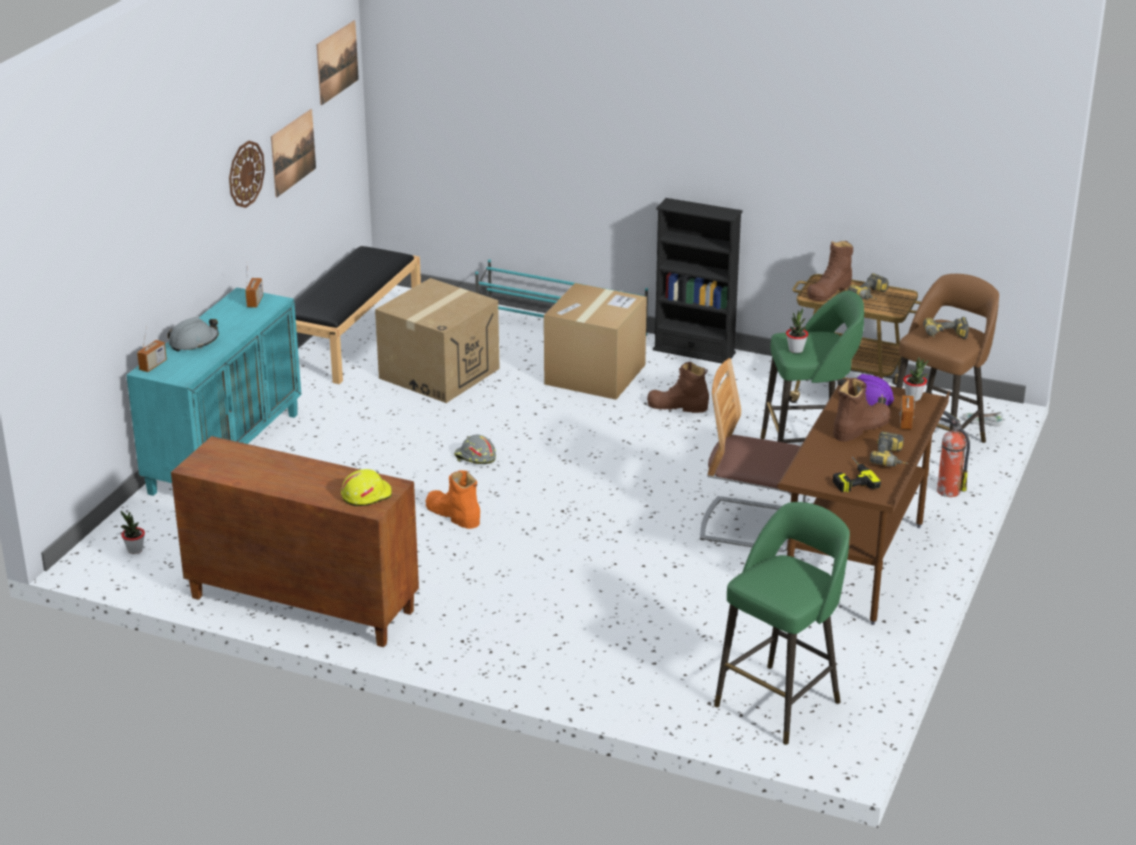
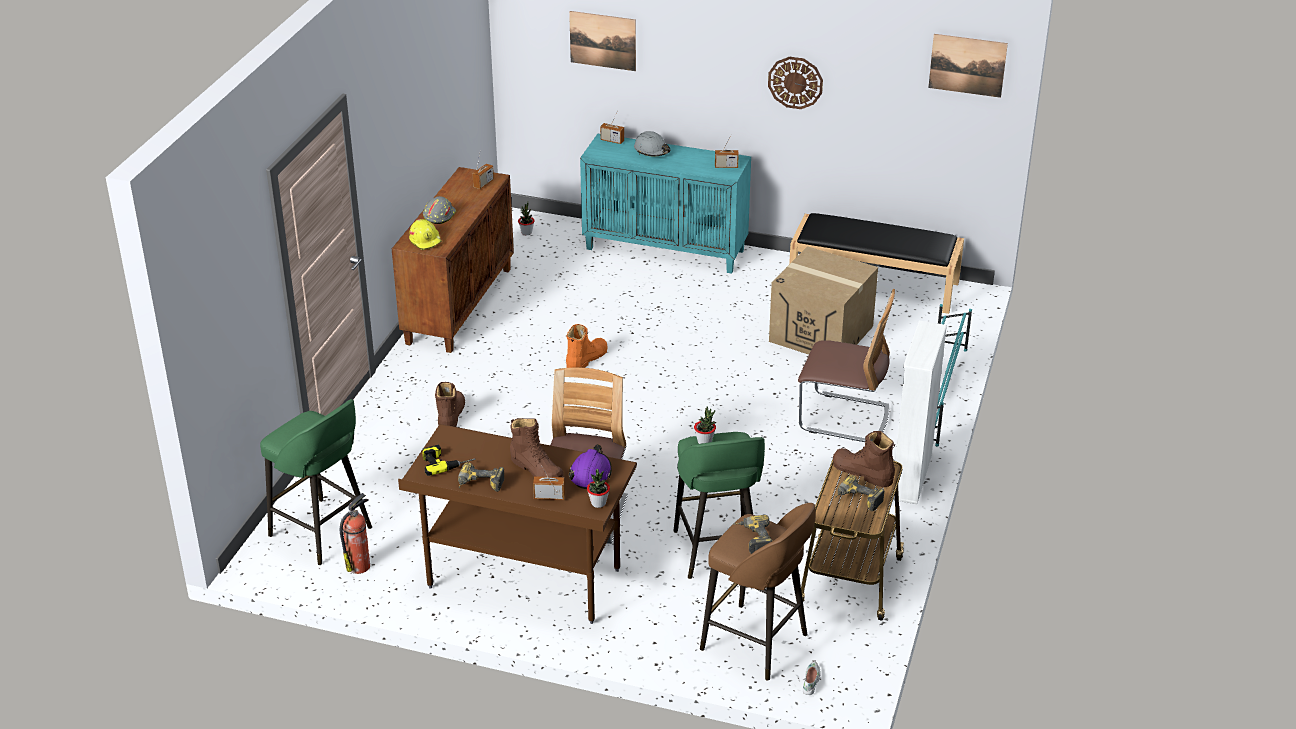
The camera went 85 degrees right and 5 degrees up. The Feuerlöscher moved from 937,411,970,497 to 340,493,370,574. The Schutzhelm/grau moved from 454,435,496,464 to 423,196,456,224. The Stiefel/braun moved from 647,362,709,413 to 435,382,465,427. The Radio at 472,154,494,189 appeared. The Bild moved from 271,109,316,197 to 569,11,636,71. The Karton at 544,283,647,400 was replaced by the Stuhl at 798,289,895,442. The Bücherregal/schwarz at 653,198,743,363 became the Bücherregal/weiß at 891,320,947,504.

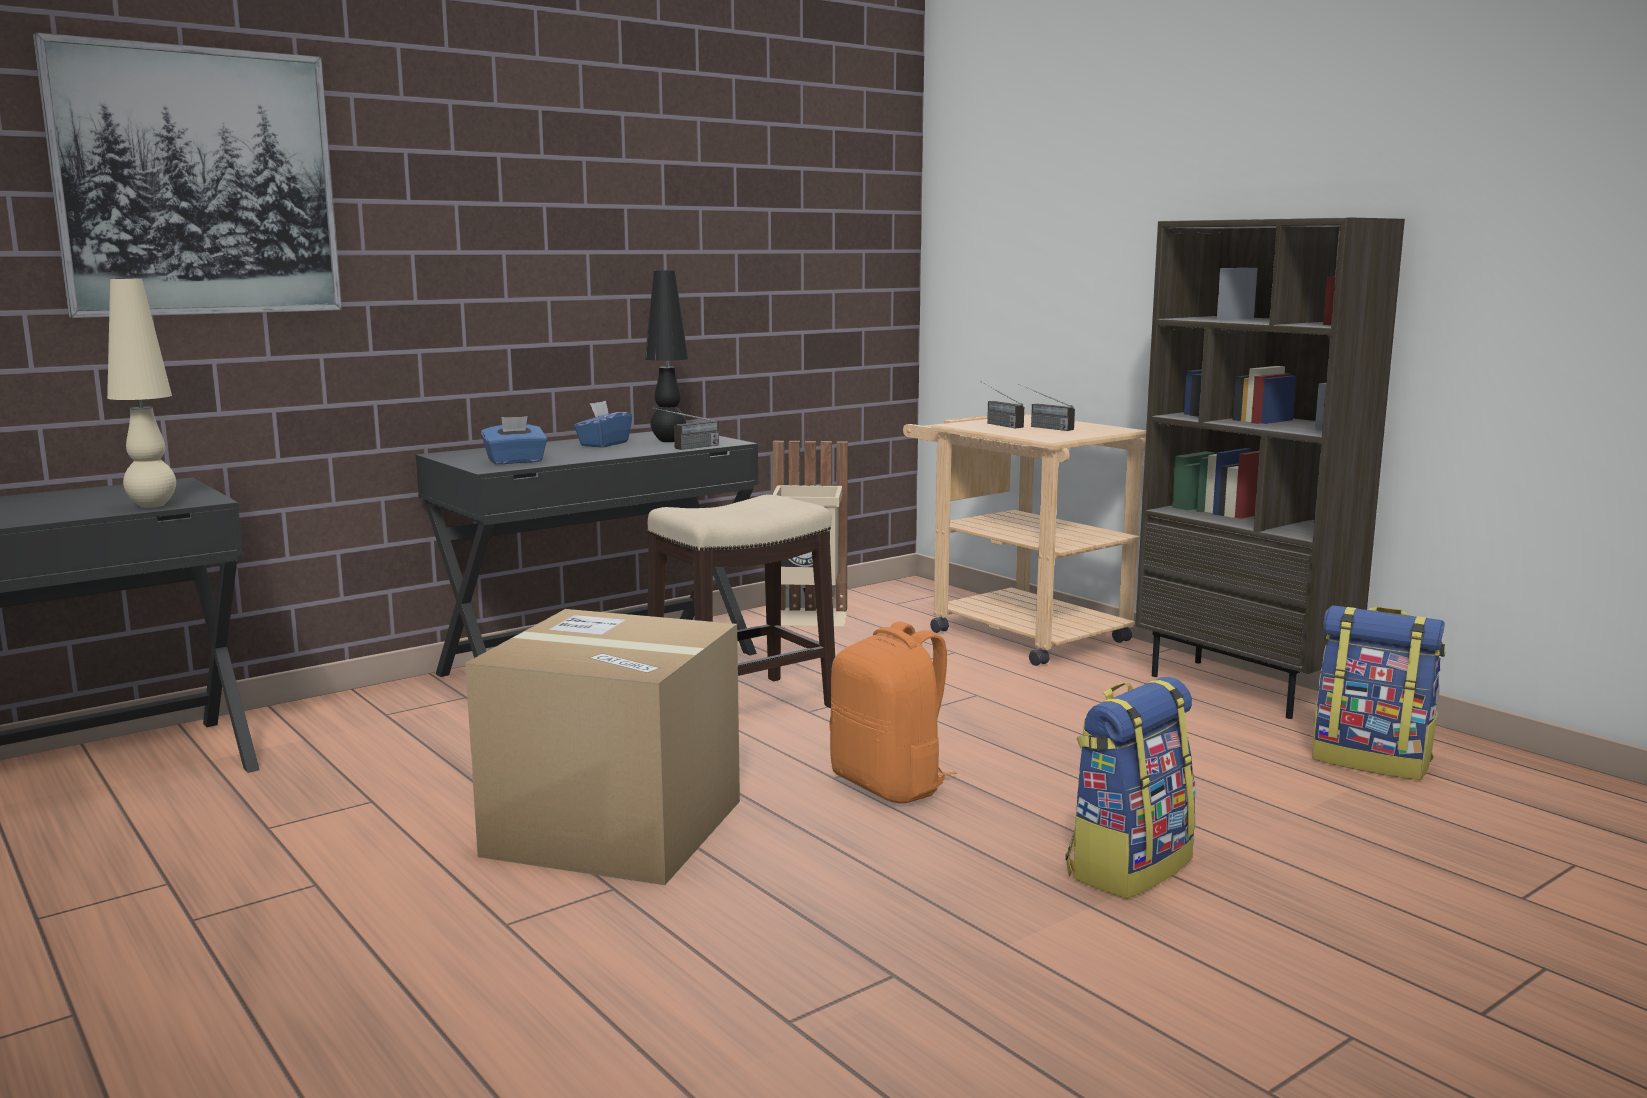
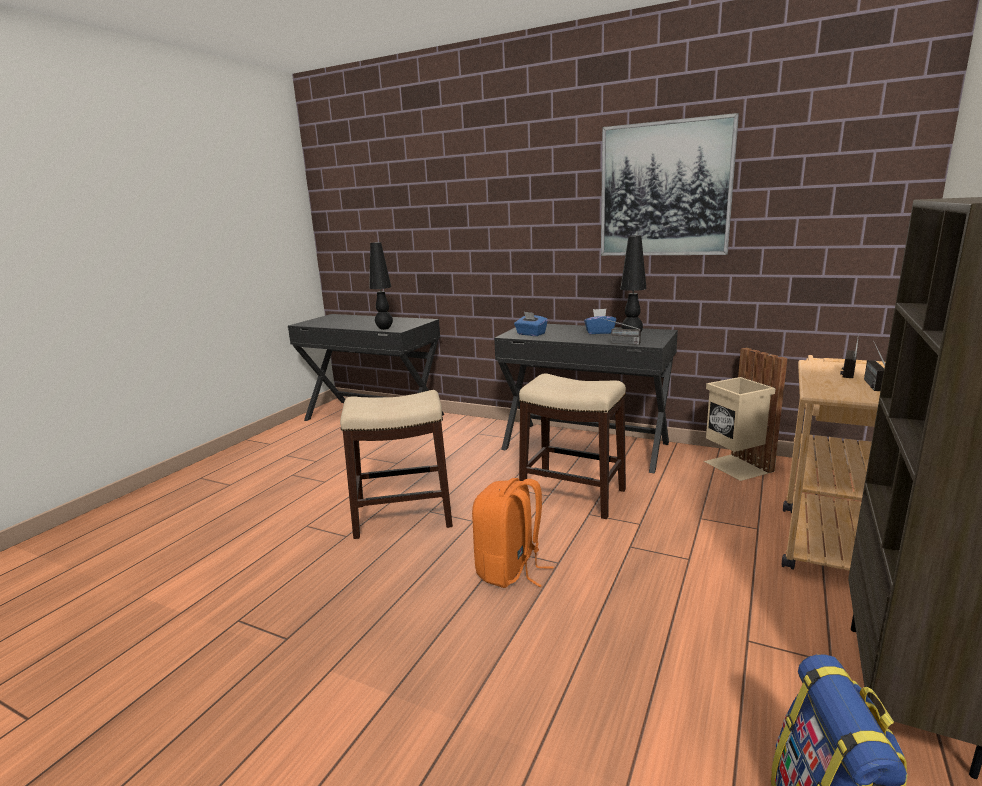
The camera went 65 degrees right and 5 degrees up. The Karton at 465,609,740,885 was replaced by the Hocker at 340,390,453,539. The Tischlampe/beige at 107,278,176,508 became the Tischlampe/schwarz at 369,242,393,330. The Bild moved from 33,32,342,318 to 601,113,739,256. The Rucksack at 1065,677,1196,899 disappeared.

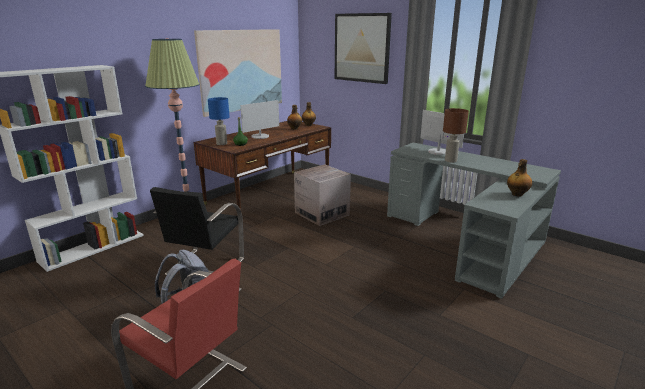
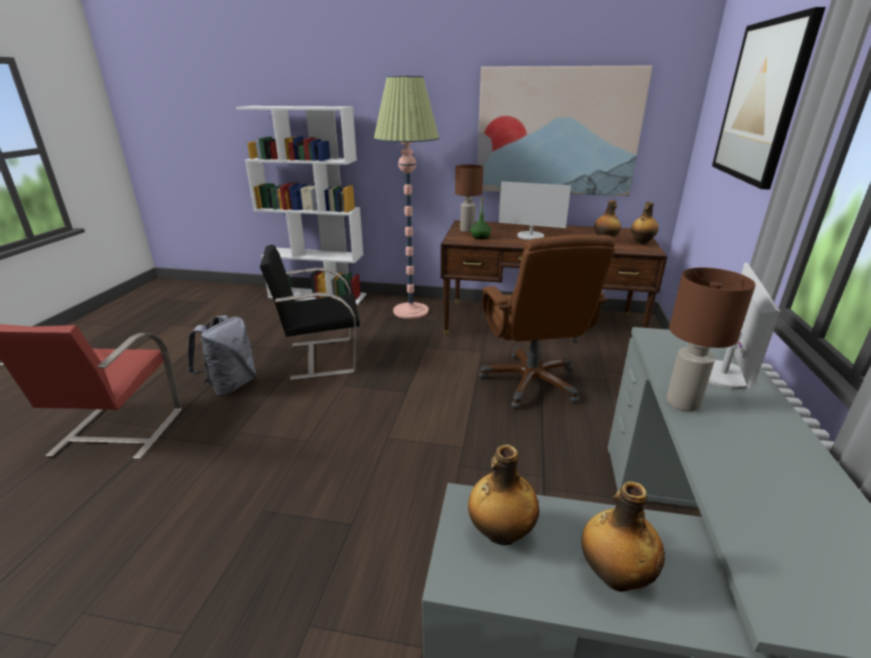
The camera went 60 degrees right and 5 degrees up. The Tischlampe/blau at 208,97,230,145 became the Tischlampe/braun at 455,164,483,232. The Flasche at 468,445,540,545 appeared. The Karton at 294,164,351,226 was replaced by the Bürostuhl/braun at 479,235,615,410.

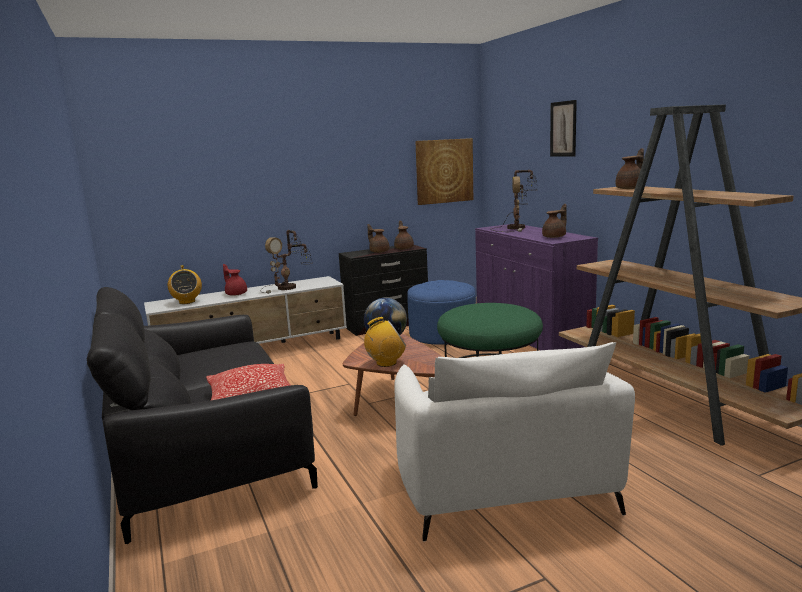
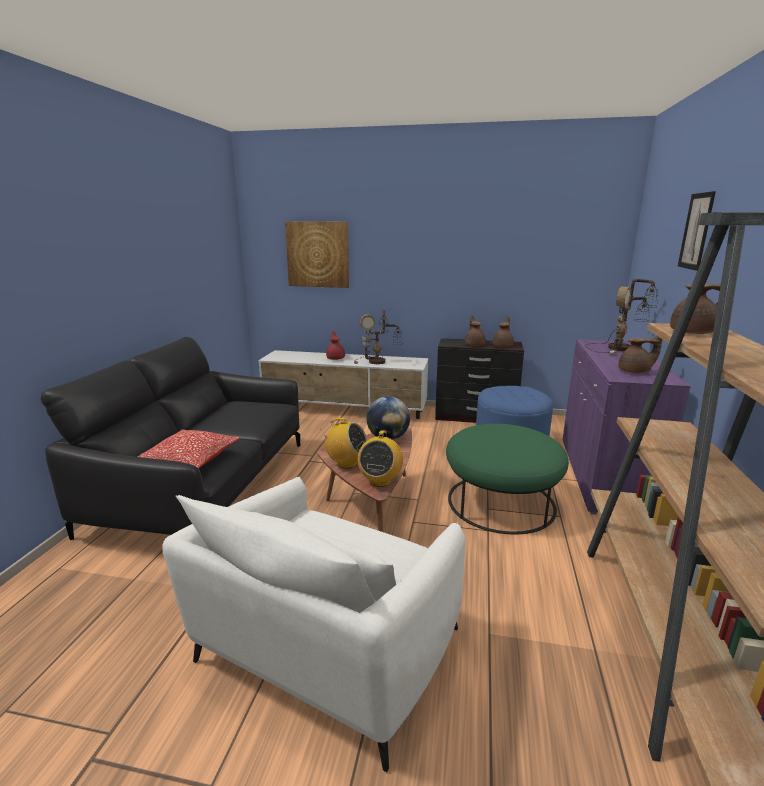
The camera went 35 degrees right and 5 degrees up. The Bild moved from 415,138,473,205 to 285,221,349,288. The Radio moved from 168,265,202,304 to 357,430,403,487.

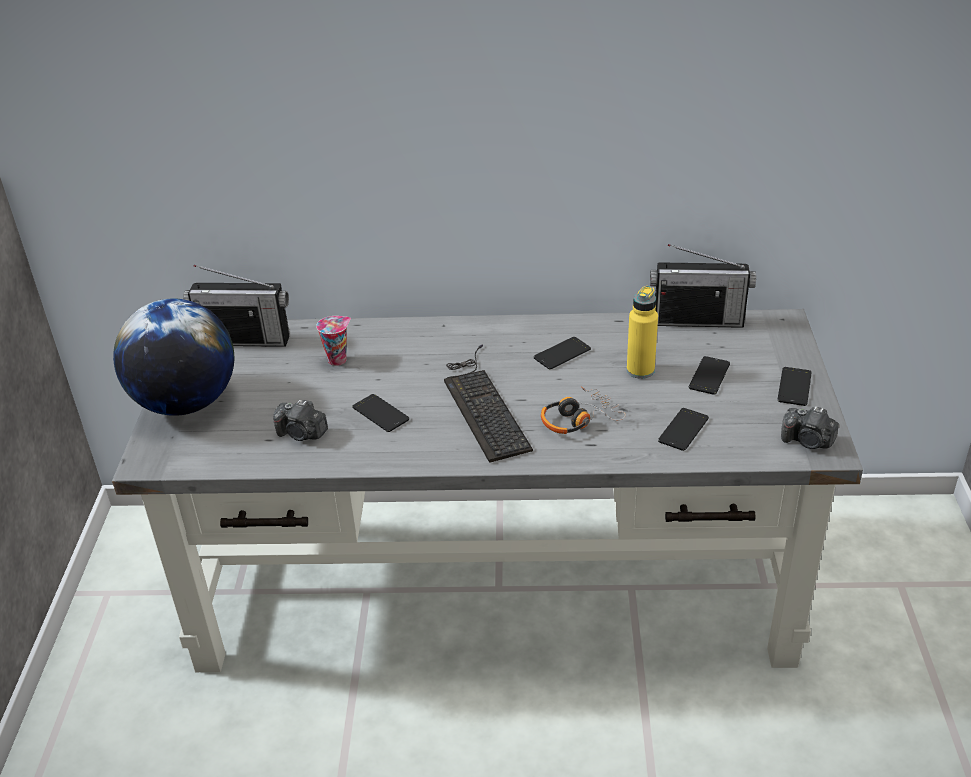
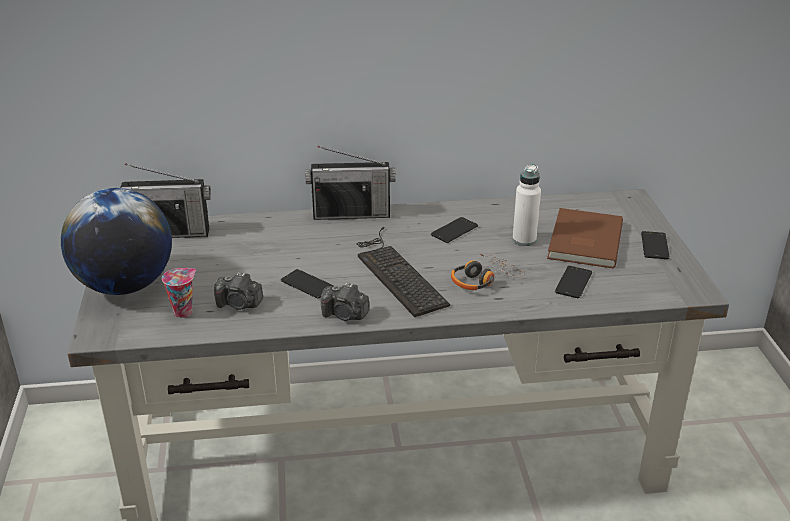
The camera went 10 degrees left and 5 degrees down. The Tasse moved from 316,316,351,366 to 162,268,196,318. The Radio moved from 650,244,756,328 to 305,146,396,220. The Kamera moved from 781,406,839,449 to 321,283,370,321. The Flasche/gelb at 627,286,658,379 became the Flasche/weiß at 512,164,541,246. The Handy at 689,356,730,395 was replaced by the Buch/braun at 547,208,623,269.

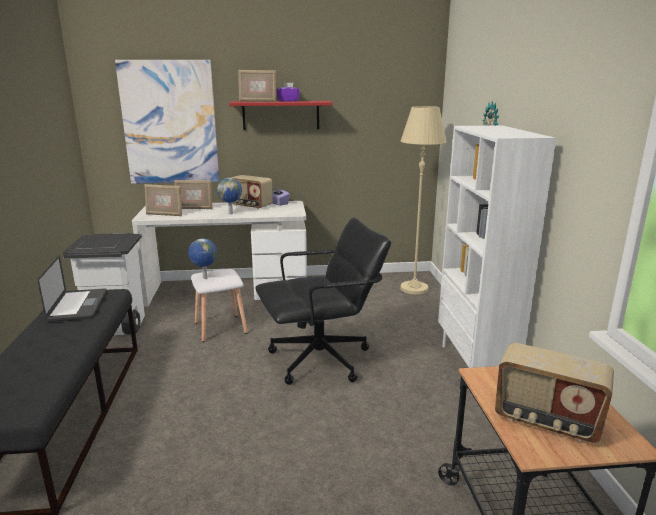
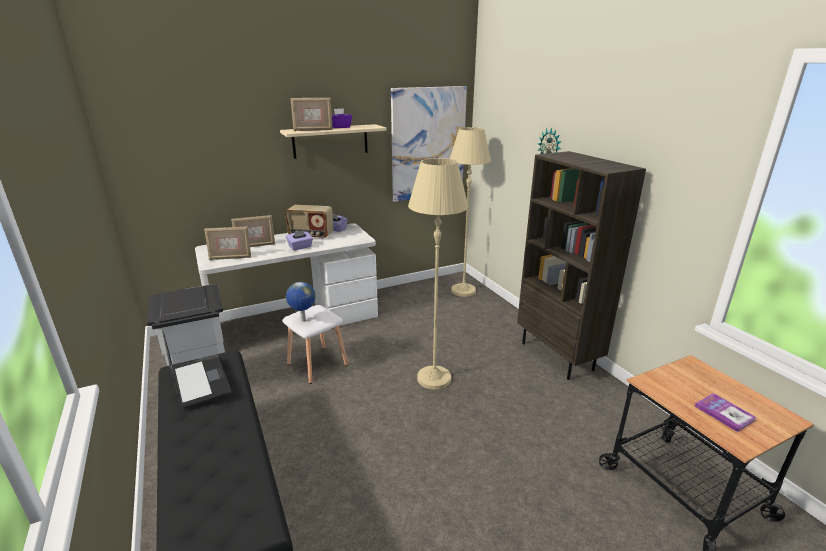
The camera went 20 degrees left and 5 degrees up. The Wandregal/rot at 229,101,332,130 became the Wandregal/beige at 280,124,387,159. The Globus at 217,178,242,214 was replaced by the Taschentuchbox/lila at 286,230,313,250. The Bild moved from 115,60,219,184 to 391,86,467,202. The Bürostuhl/schwarz at 255,217,391,385 was replaced by the Stehlampe/beige at 408,158,468,390. The Bücherregal/weiß at 438,125,556,368 became the Bücherregal/braun at 517,151,646,380. The Radio at 495,343,614,443 was replaced by the Buch at 695,393,757,432.

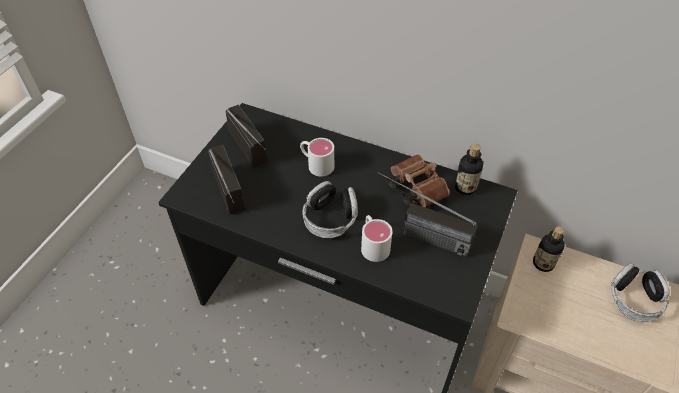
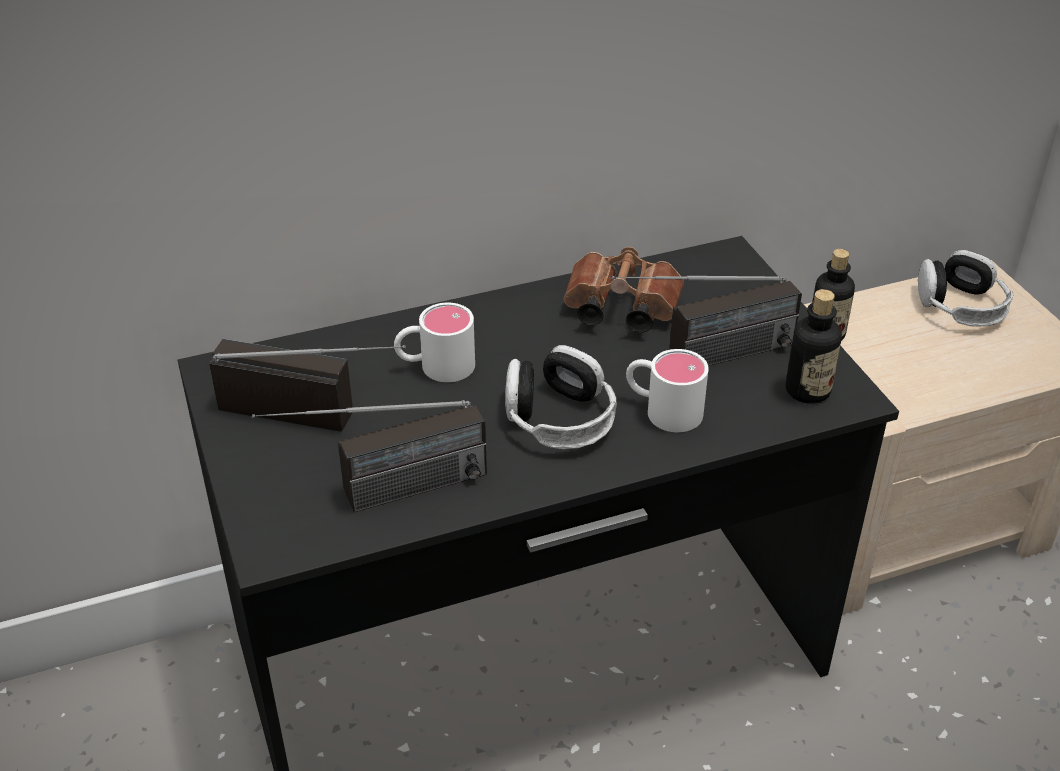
The camera went 45 degrees left and 10 degrees down. The Radio at 208,145,245,214 turned 135 degrees clockwise. The Flasche moved from 455,144,483,195 to 786,289,842,404.

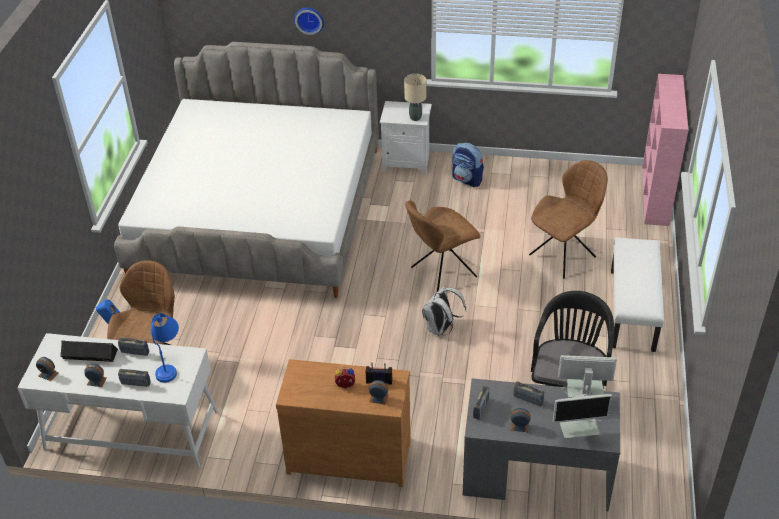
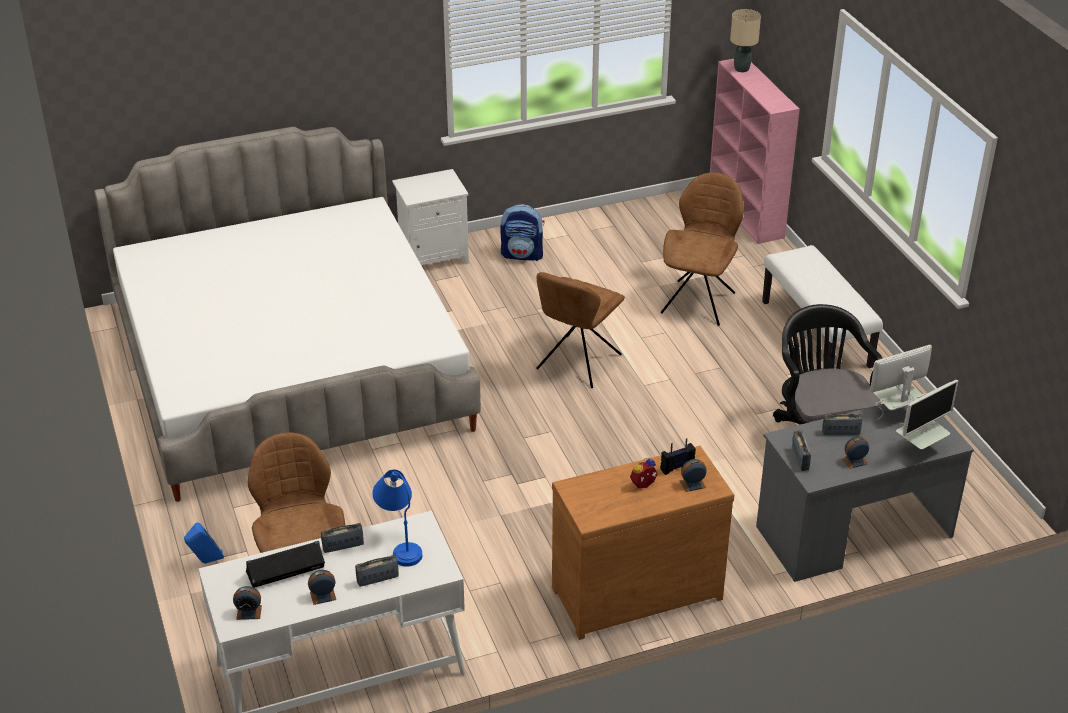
The camera went 30 degrees left and 5 degrees down. The Tischlampe/beige moved from 404,74,426,121 to 730,9,761,72. The Wanduhr at 294,7,324,35 disappeared. The Rucksack/weiß at 422,285,466,336 disappeared.

